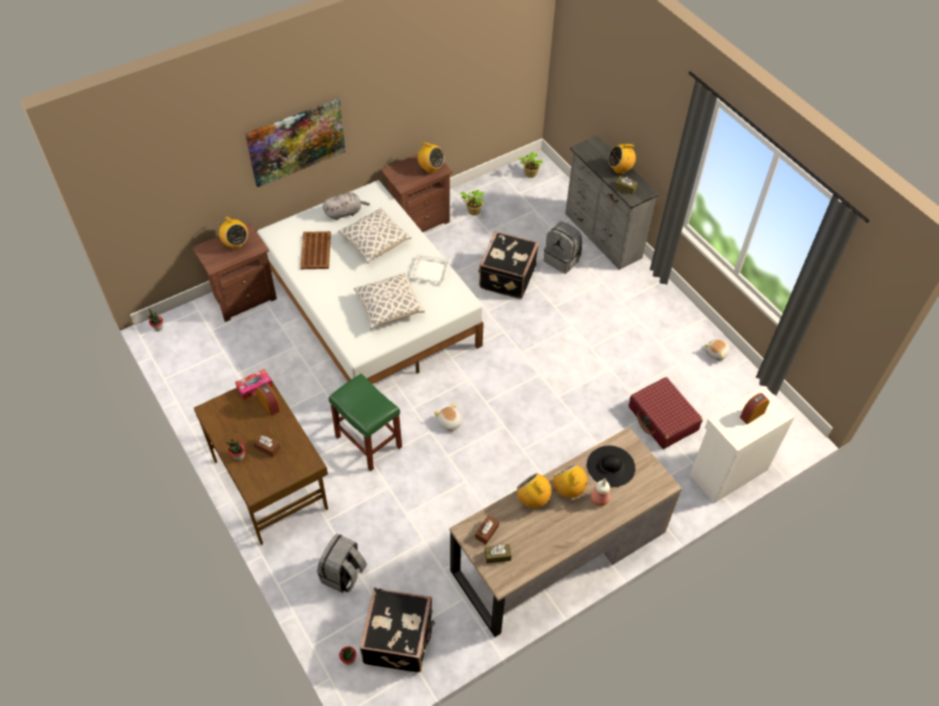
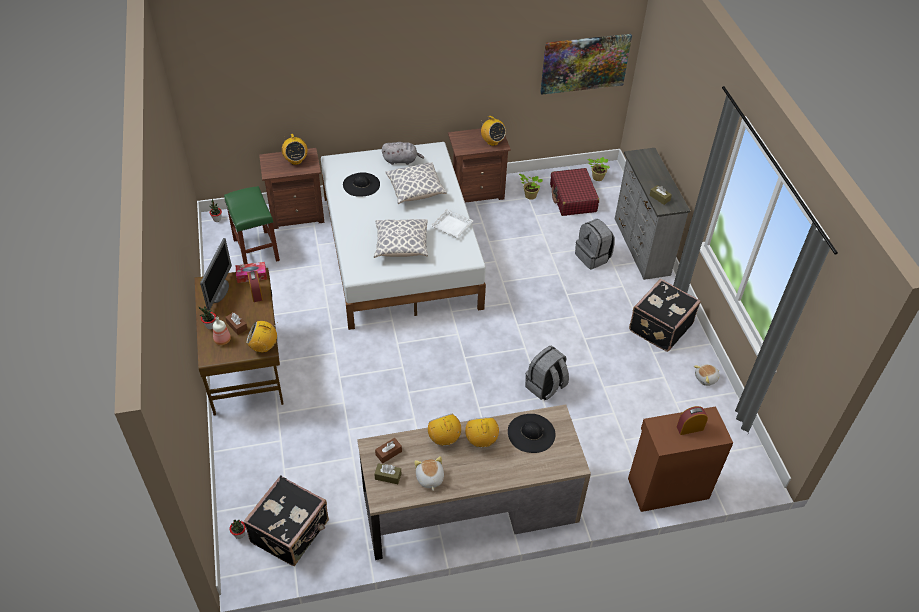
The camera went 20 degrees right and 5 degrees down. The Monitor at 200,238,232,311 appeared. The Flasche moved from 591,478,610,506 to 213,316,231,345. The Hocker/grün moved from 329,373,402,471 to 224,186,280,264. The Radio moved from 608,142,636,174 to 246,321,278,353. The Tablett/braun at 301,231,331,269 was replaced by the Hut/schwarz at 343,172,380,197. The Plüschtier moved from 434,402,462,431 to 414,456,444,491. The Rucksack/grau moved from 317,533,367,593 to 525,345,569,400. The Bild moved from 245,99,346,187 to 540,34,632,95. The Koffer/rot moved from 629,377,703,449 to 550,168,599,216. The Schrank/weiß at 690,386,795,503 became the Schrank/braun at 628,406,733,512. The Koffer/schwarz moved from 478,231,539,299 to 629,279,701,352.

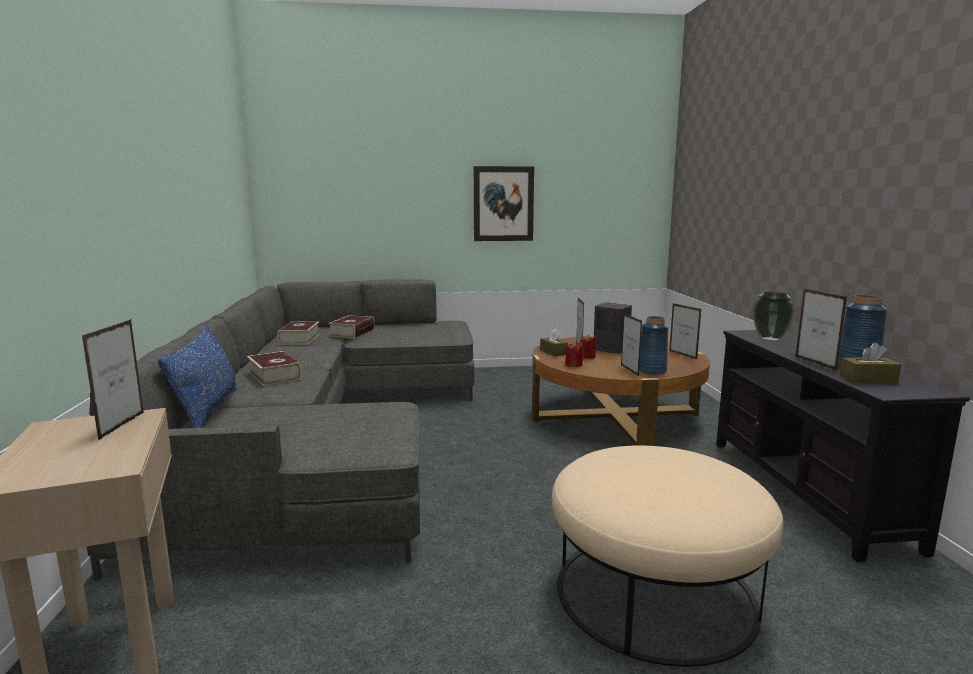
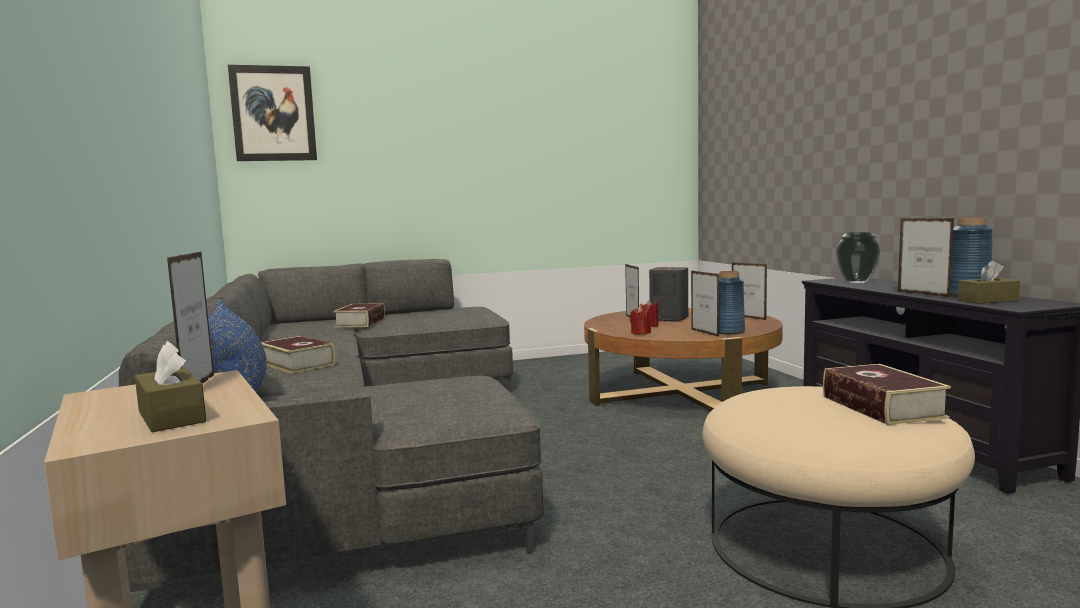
The camera went 10 degrees left and 5 degrees down. The Taschentuchbox/braun moved from 540,329,568,356 to 135,341,206,432. The Bild moved from 474,166,534,241 to 228,65,317,161. The Buch moved from 277,321,320,345 to 823,364,951,425.

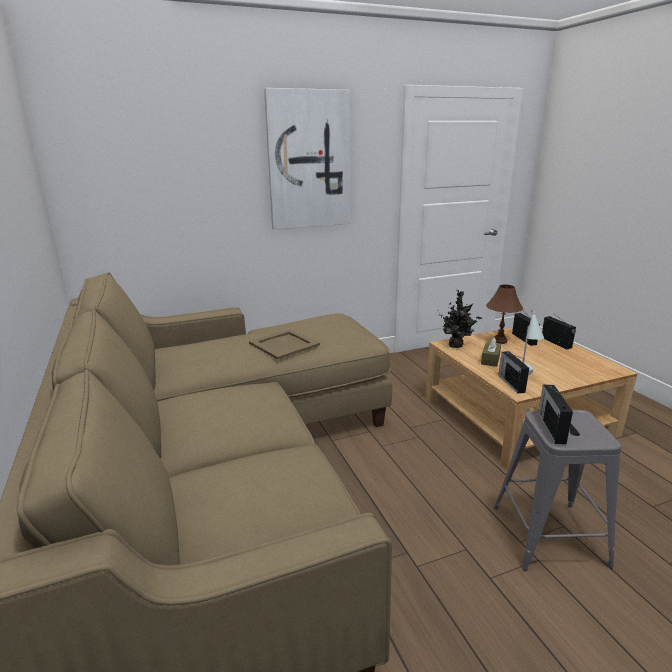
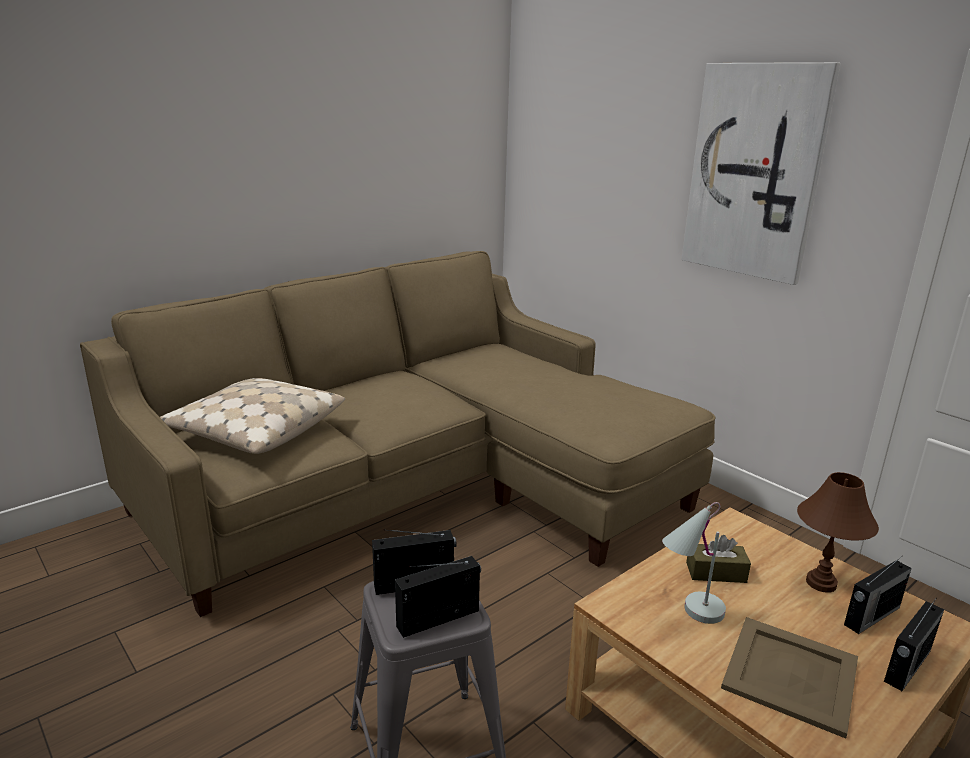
The camera went 70 degrees right and 0 degrees up. The Kissen/beige at 160,378,345,454 appeared. The Radio moved from 499,351,529,394 to 395,556,481,638. The Tablett/beige moved from 249,329,320,360 to 721,617,858,738. The Topfpflanze at 439,290,482,348 disappeared.

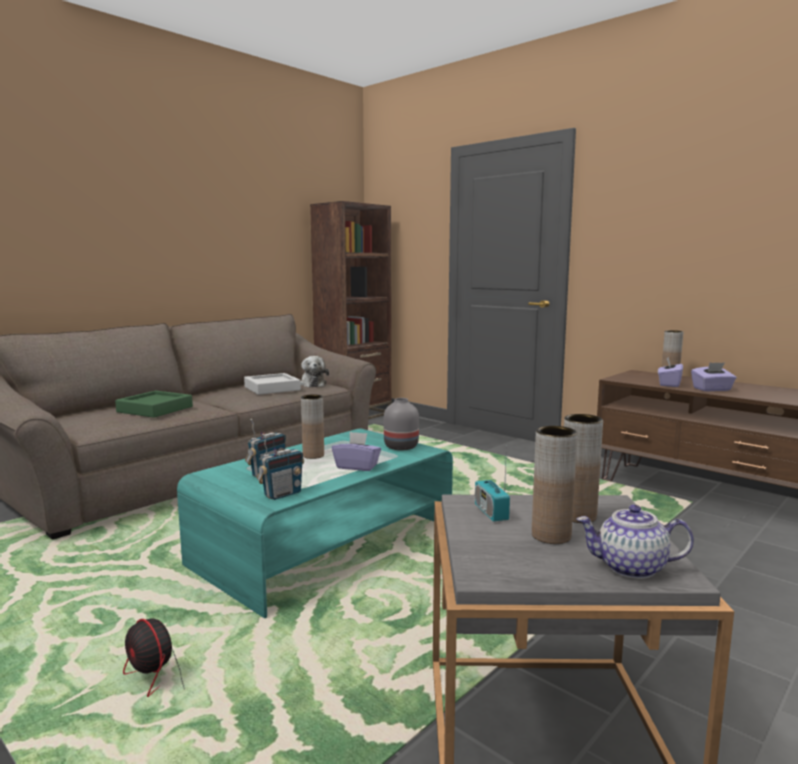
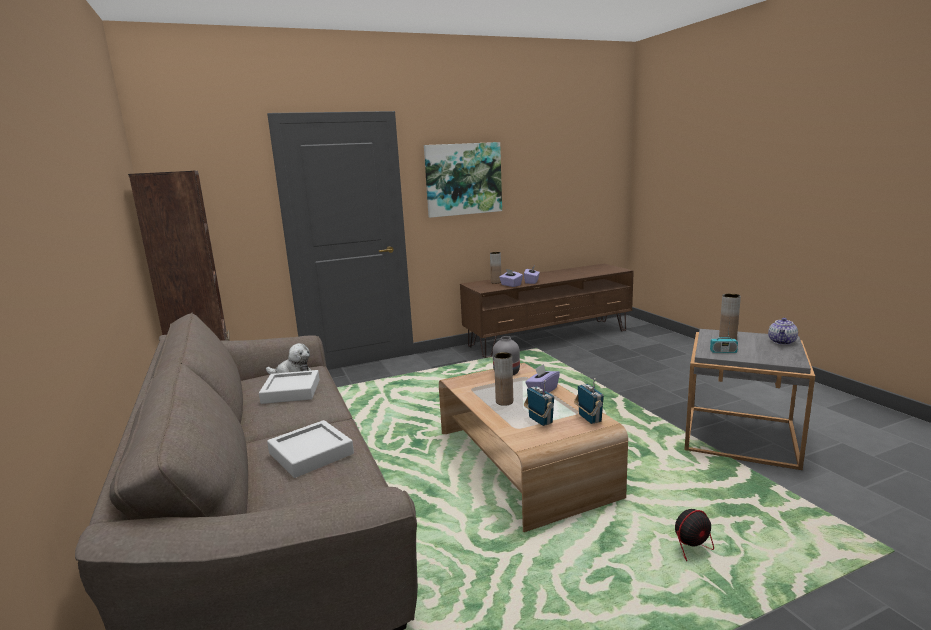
The camera went 65 degrees left and 5 degrees up. The Tablett/grün at 115,391,193,418 became the Tablett/grau at 267,420,354,478. The Bild at 424,142,502,218 appeared. The Couchtisch/türkis at 177,428,453,618 became the Couchtisch/braun at 439,363,628,532. The Vase/braun at 532,426,577,544 disappeared.

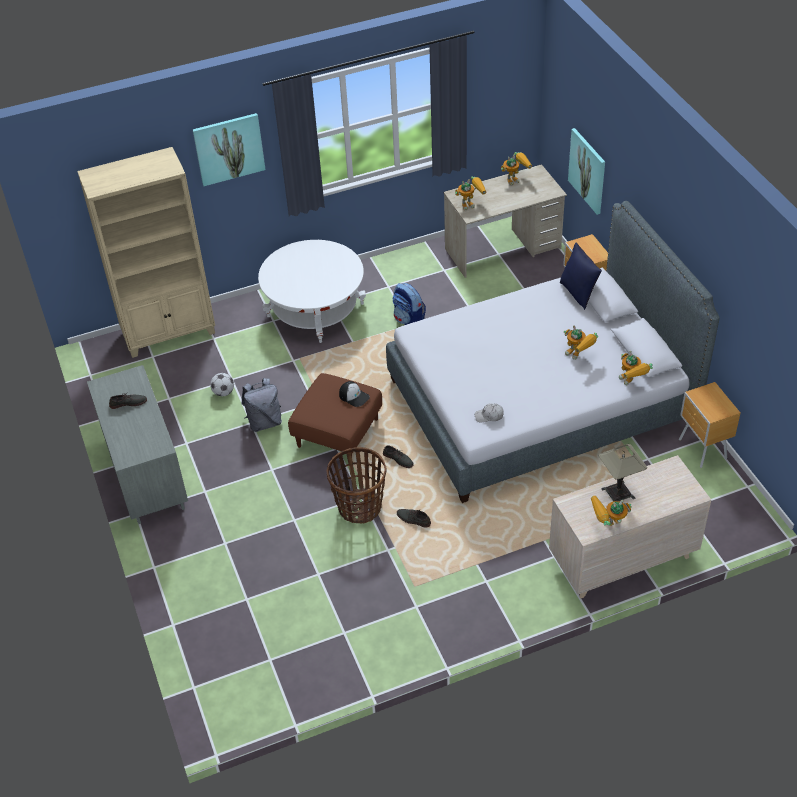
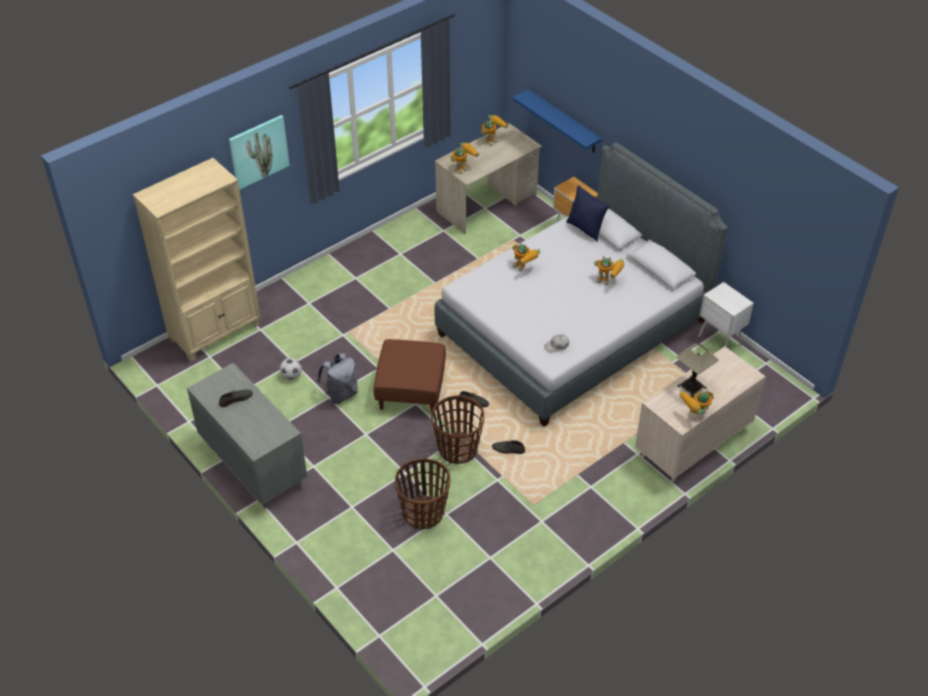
The camera went 20 degrees left and 0 degrees up. The Korb at 395,458,451,530 appeared. The Spielzeugroboter moved from 619,351,653,385 to 512,241,540,271. The Bild at 568,128,605,215 was replaced by the Wandregal/blau at 513,89,602,153. The Nachttisch/braun at 679,382,741,468 became the Nachttisch/weiß at 698,282,754,347. The Couchtisch/weiß at 258,240,366,343 disappeared. The Kappe at 339,381,370,407 disappeared. The Rucksack at 392,283,426,325 disappeared.

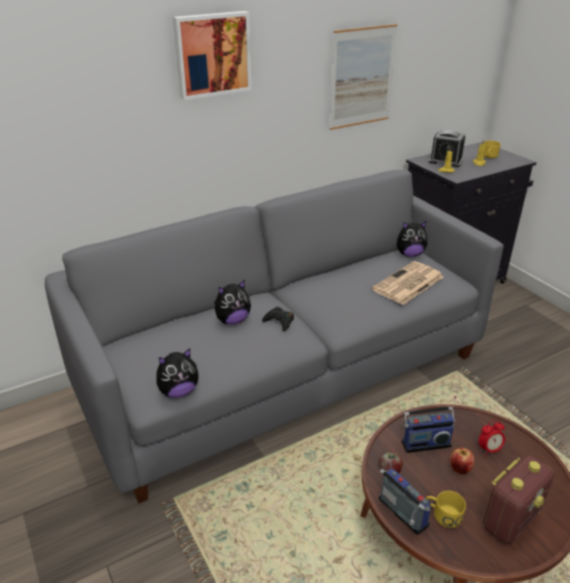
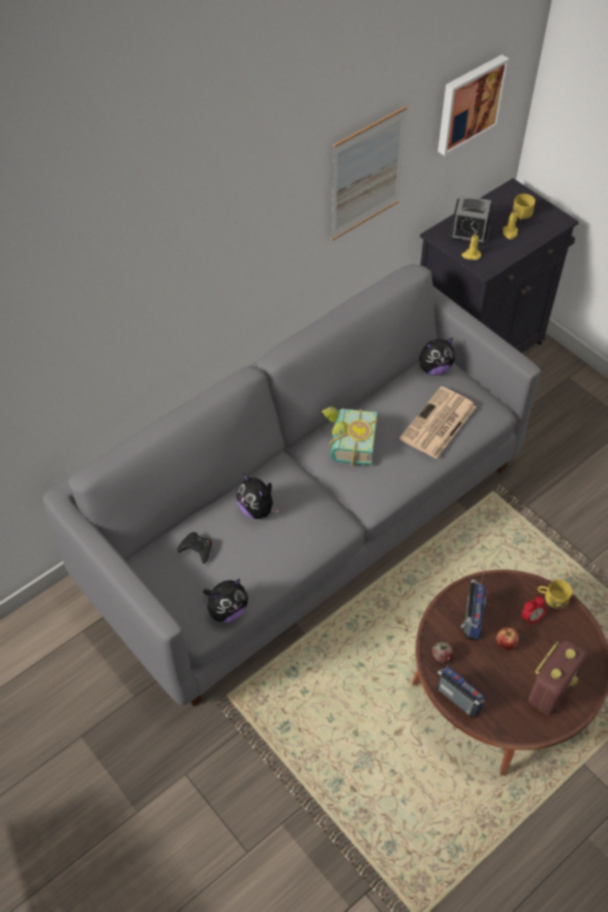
The camera went 10 degrees left and 20 degrees up. The Gamepad/schwarz moved from 262,307,294,331 to 177,532,212,564. The Plüschtier at 214,280,251,325 turned 90 degrees clockwise. The Buch at 321,407,378,466 appeared. The Bild moved from 173,11,251,100 to 438,55,509,156. The Radio at 402,396,457,453 turned 60 degrees counterclockwise. The Henkelbecher/gelb moved from 426,491,466,528 to 538,580,572,609.

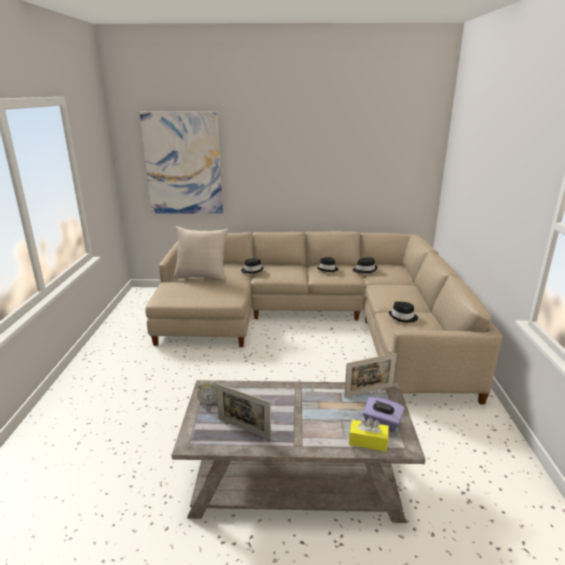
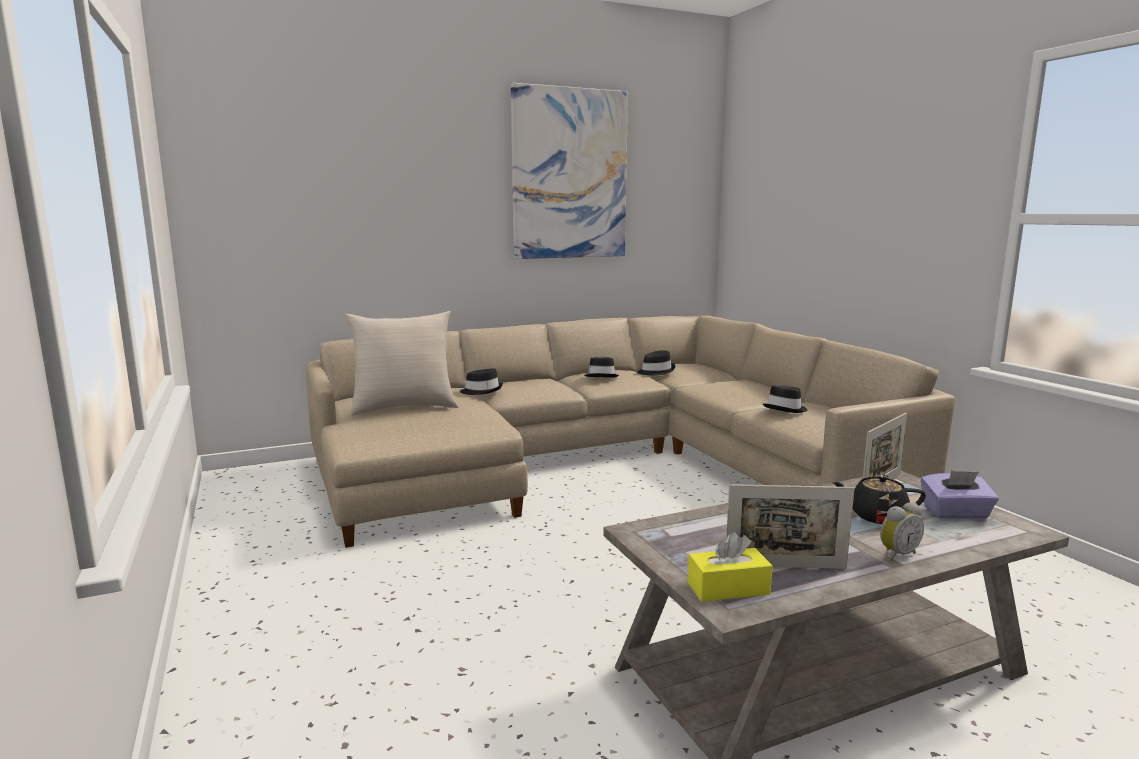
The camera went 25 degrees left and 10 degrees down. The Bild moved from 140,111,223,214 to 511,83,628,259. The Taschentuchbox/gelb moved from 349,417,389,451 to 687,532,773,602. The Teekanne/schwarz at 832,474,926,524 appeared. The Wecker moved from 197,381,218,406 to 880,502,924,561.

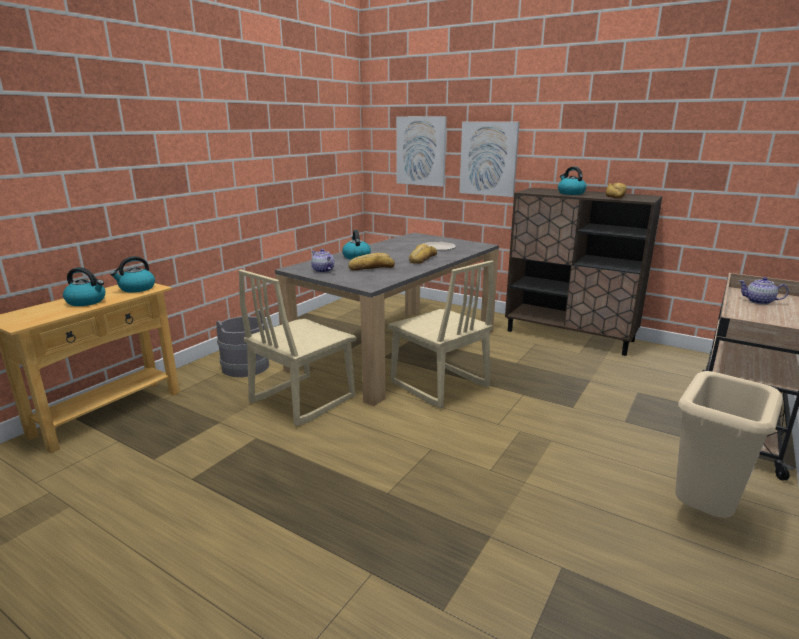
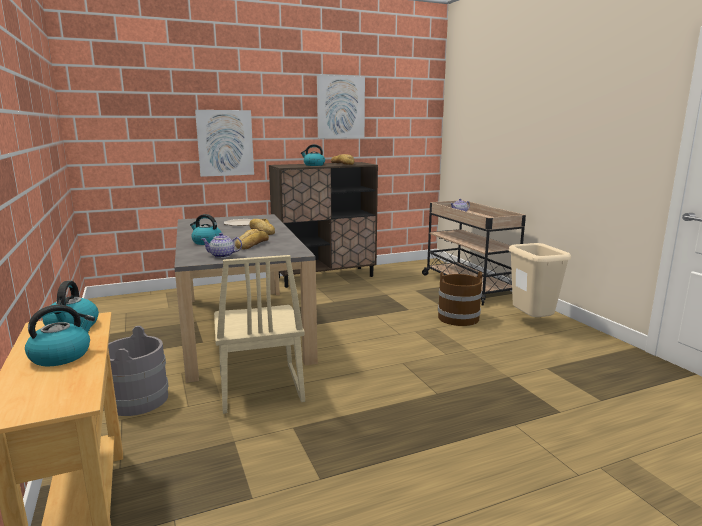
The camera went 55 degrees left and 5 degrees down. The Bild moved from 396,116,447,187 to 317,75,365,138. The Eimer/braun at 438,272,482,326 appeared. The Stuhl/beige at 388,260,494,408 disappeared.

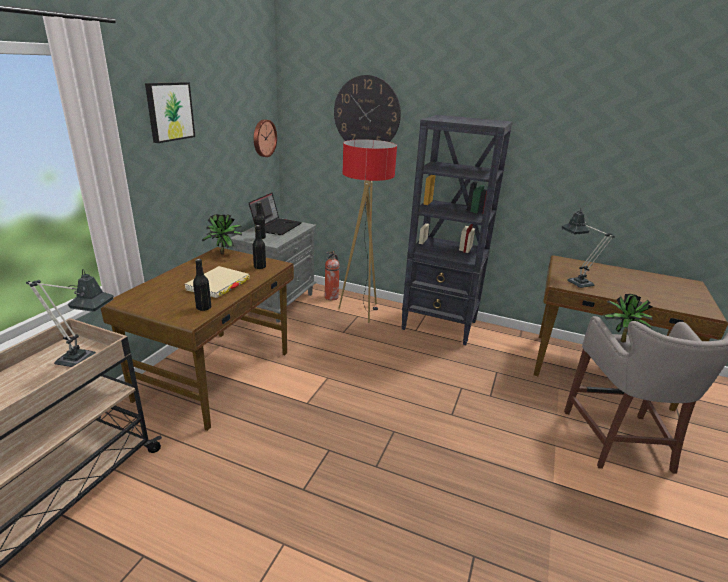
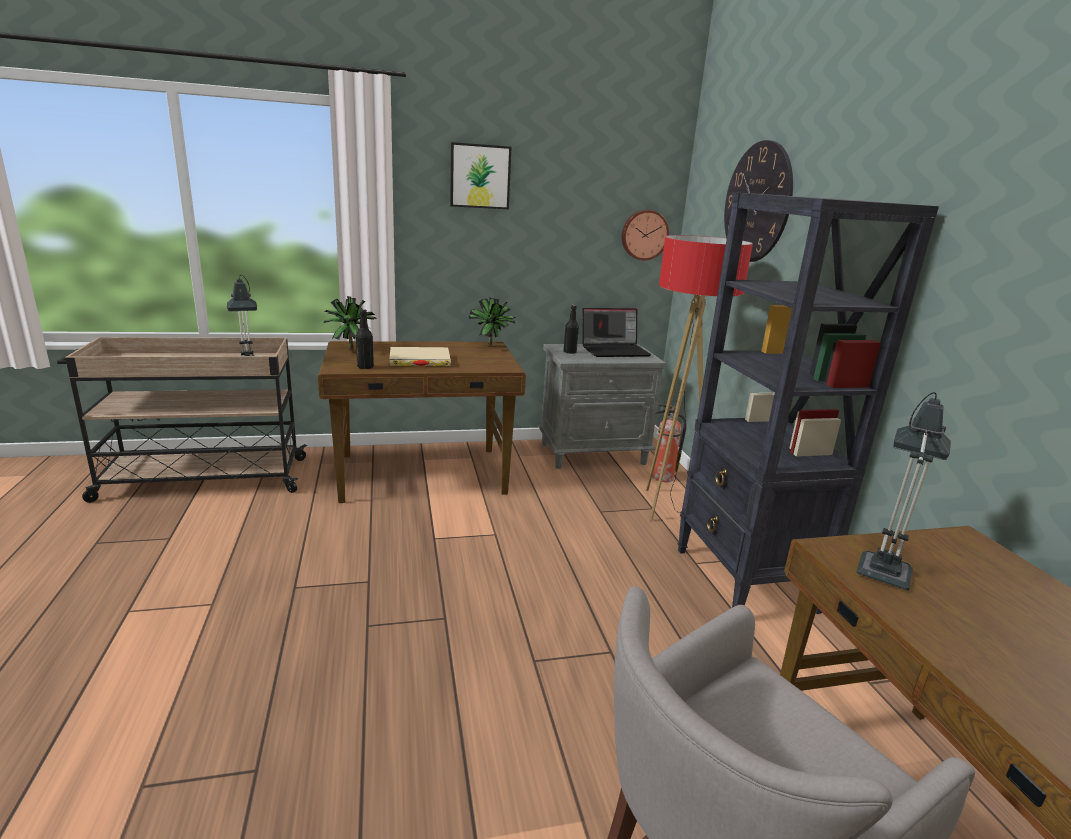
The camera went 55 degrees right and 5 degrees down. The Topfpflanze moved from 604,294,652,342 to 324,296,376,350. The Flasche/schwarz at 253,225,266,269 disappeared.

